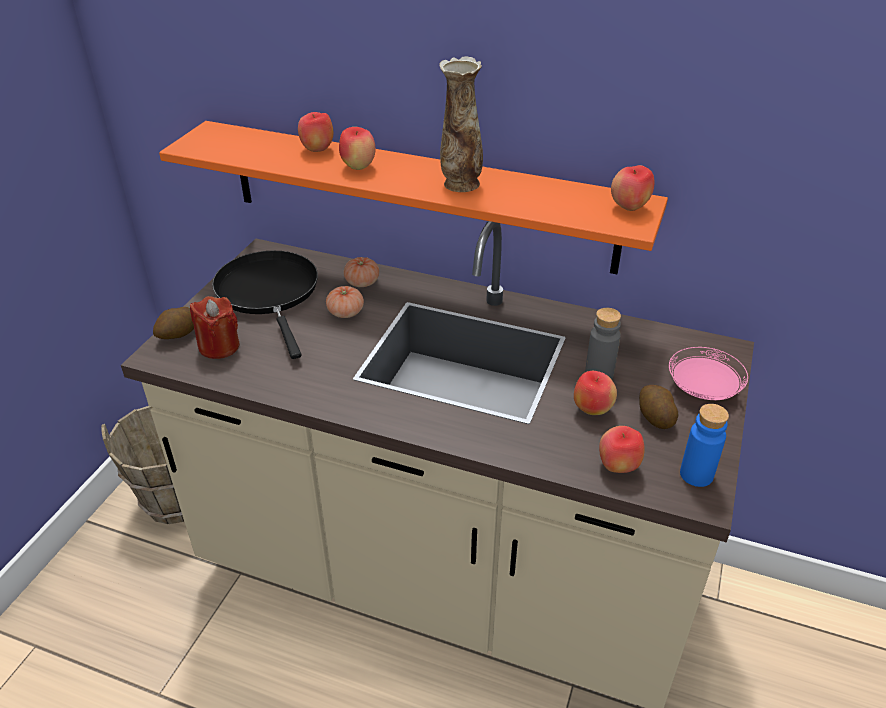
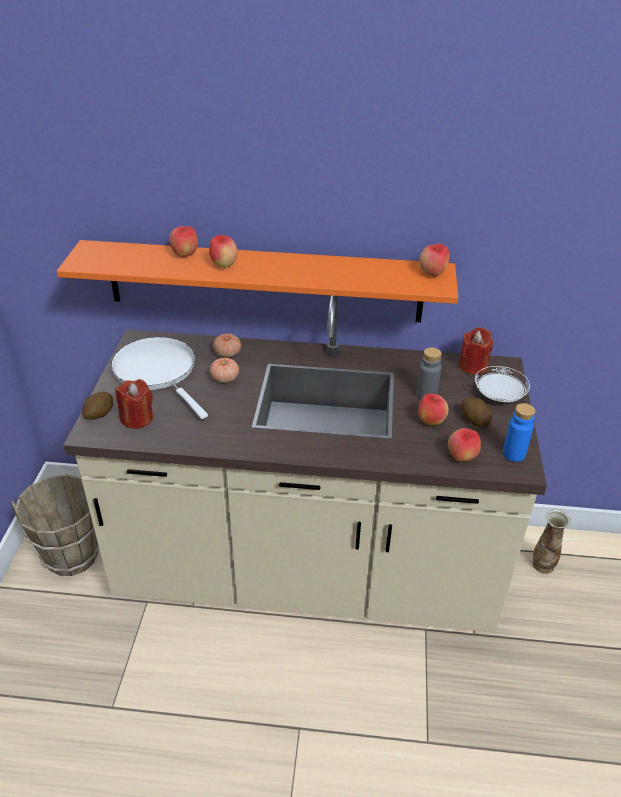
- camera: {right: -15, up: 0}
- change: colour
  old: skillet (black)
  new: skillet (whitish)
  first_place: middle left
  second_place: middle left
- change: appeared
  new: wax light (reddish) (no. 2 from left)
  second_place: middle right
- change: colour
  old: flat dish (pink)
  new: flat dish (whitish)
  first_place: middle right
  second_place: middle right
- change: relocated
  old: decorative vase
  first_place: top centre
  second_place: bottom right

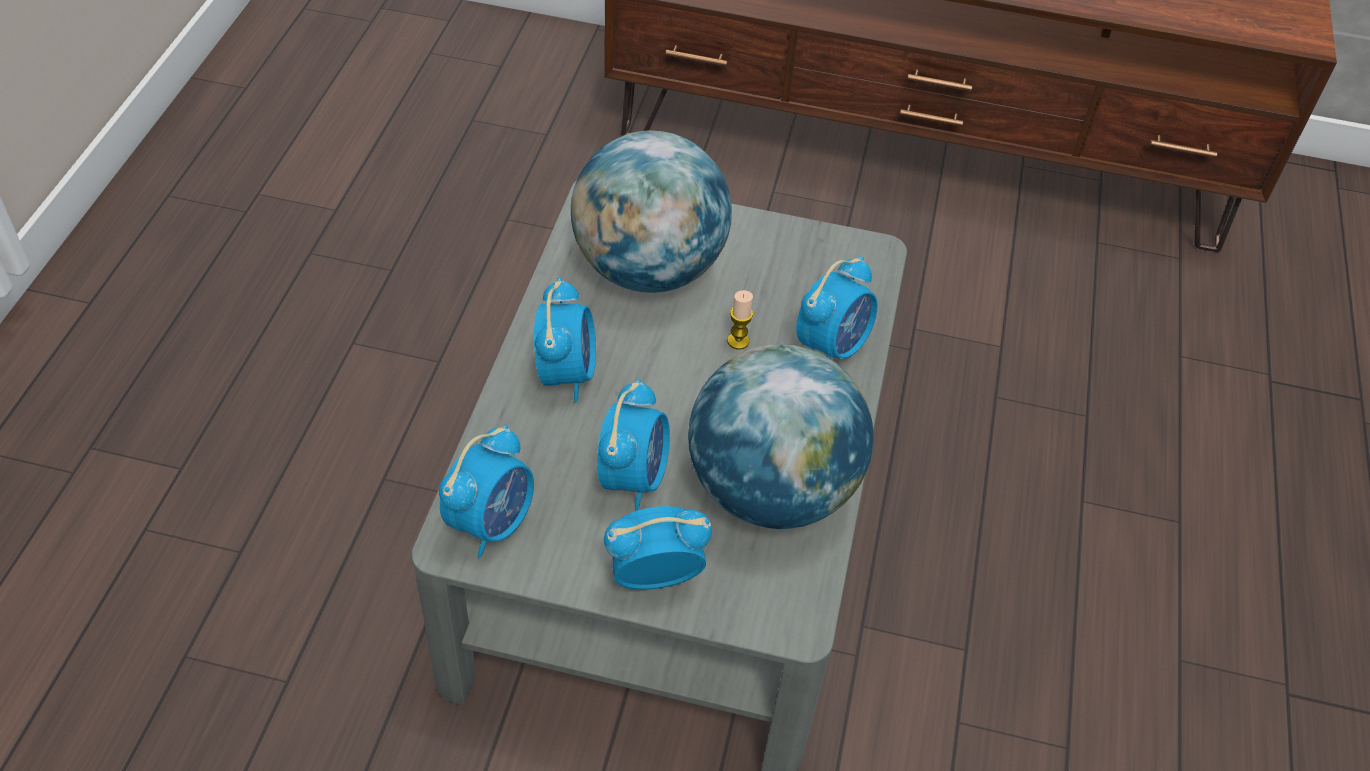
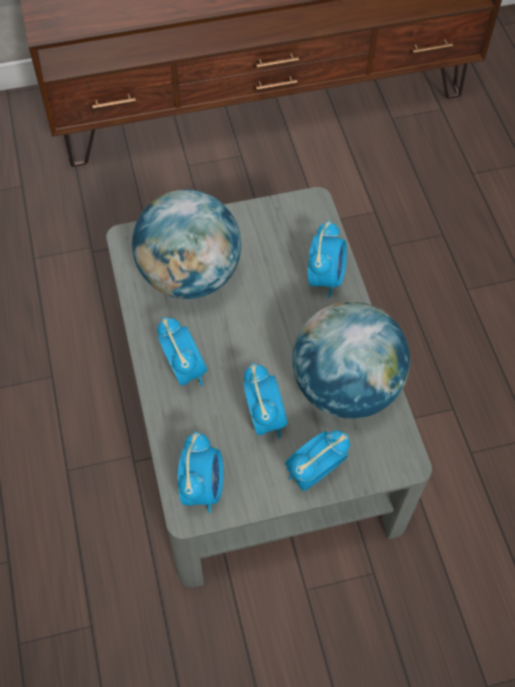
- camera: {right: -25, up: 10}
- change: missing
  old: wax light
  first_place: centre

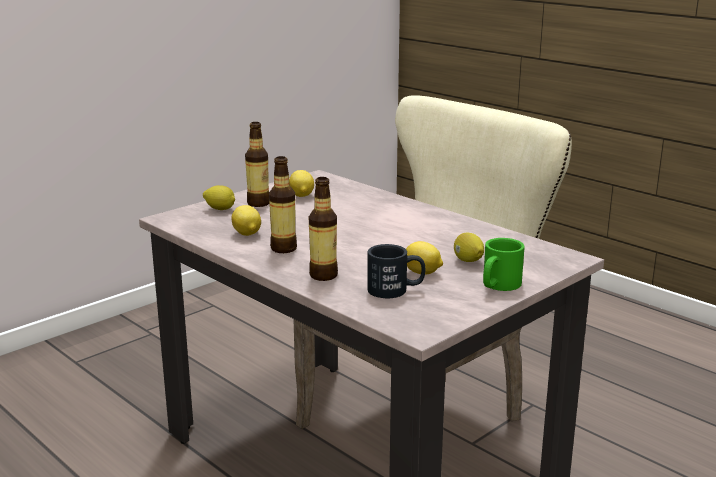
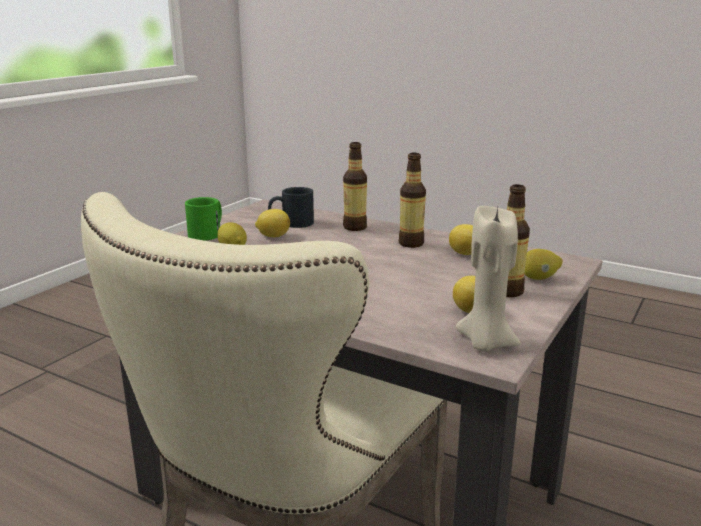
- camera: {right: 165, up: 0}
- change: appeared
  new: wax light (beige)
  second_place: middle right

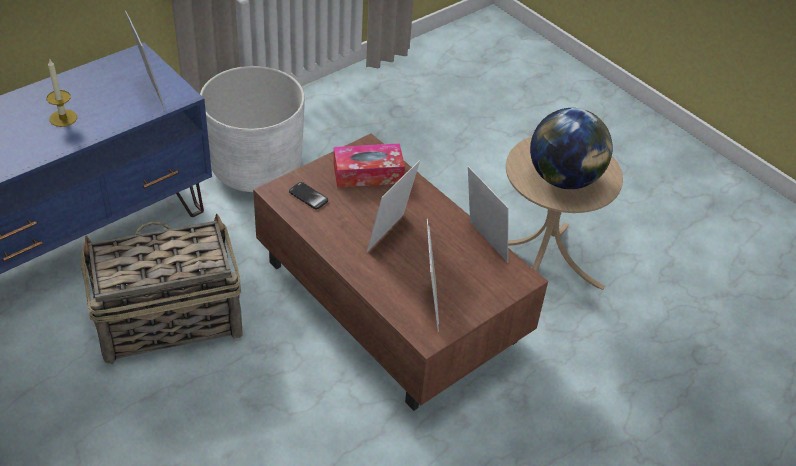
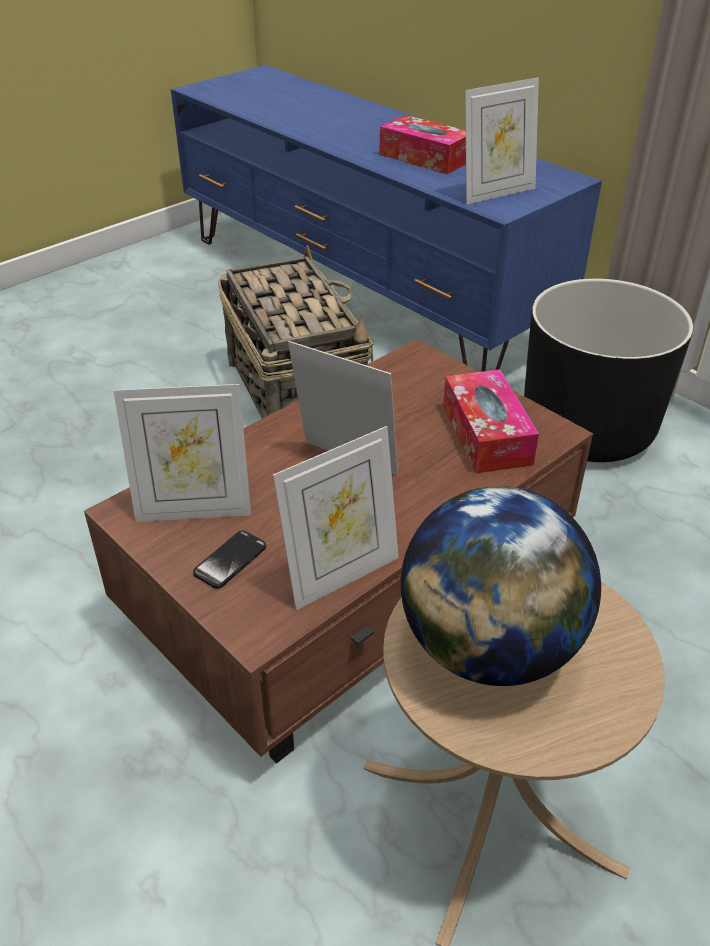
- camera: {right: 90, up: -5}
- change: relocated
  old: handset
  first_place: centre
  second_place: middle left
- change: exchanged
  old: wax light
  new: tissue box (no. 1 from left)
  first_place: top left
  second_place: top centre
- change: colour
  old: flower pot (whitish)
  new: flower pot (black)
  first_place: top left
  second_place: middle right

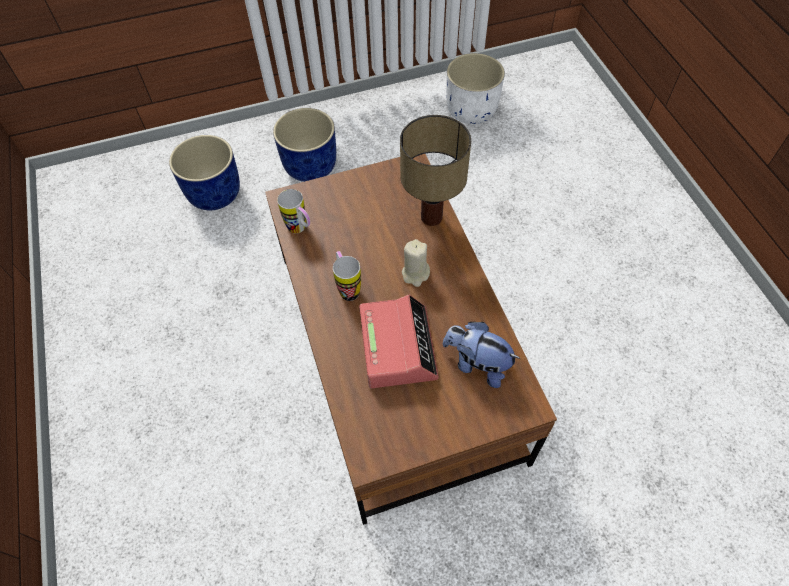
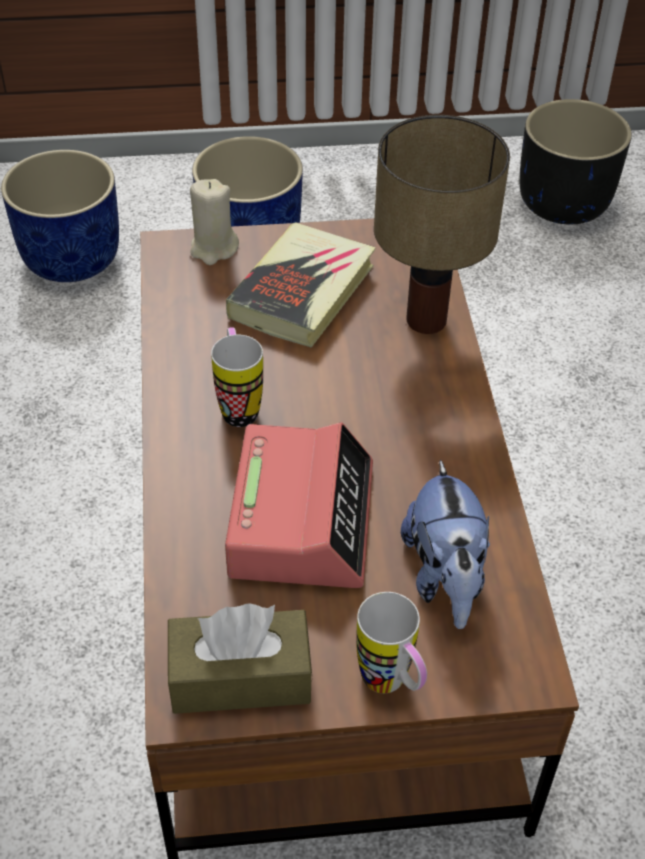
- camera: {right: 10, up: -10}
- change: appeared
  new: tissue box (brownish)
  second_place: bottom centre
- change: relocated
  old: wax light (beige)
  first_place: centre
  second_place: top left
- change: appeared
  new: book
  second_place: top centre
- change: relocated
  old: tea mug (no. 1 from left in the first image)
  new: tea mug (no. 2 from left)
  first_place: centre
  second_place: bottom centre
- change: spun
  old: cuddly toy
  first_place: centre
  second_place: middle right
  degrees: -135
- change: colour
  old: flower pot (whitish)
  new: flower pot (black)
  first_place: top centre
  second_place: top right

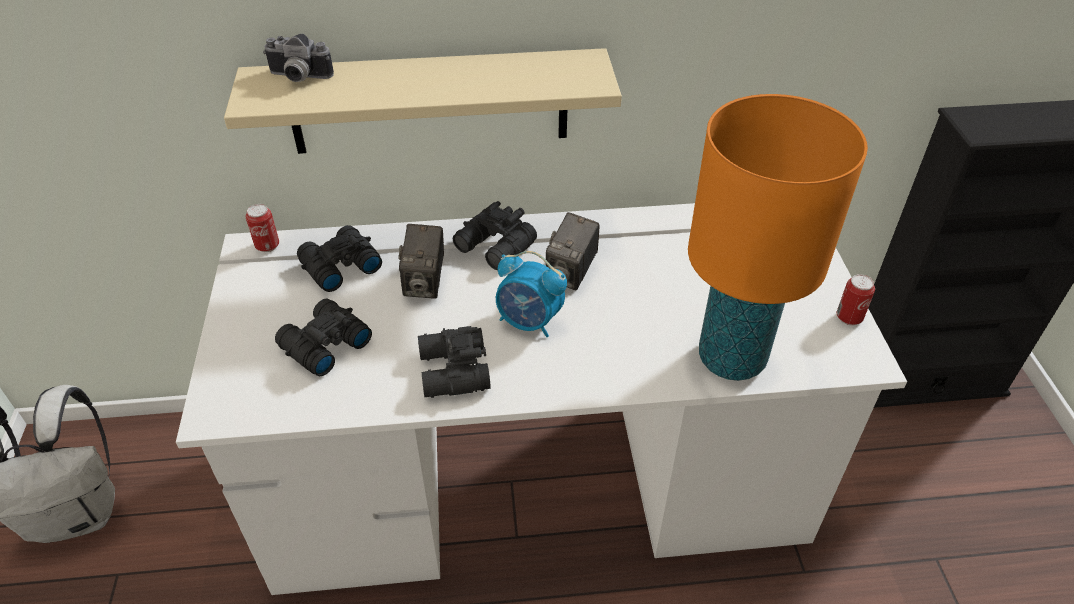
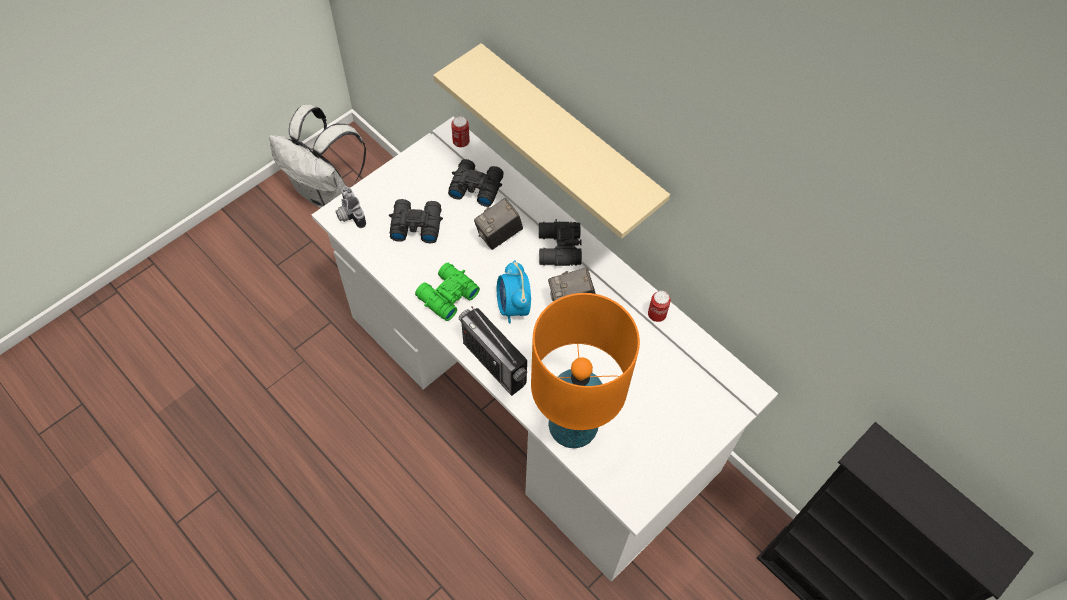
- camera: {right: 50, up: 15}
- change: relocated
  old: photo camera (no. 1 from left)
  first_place: top left
  second_place: middle left
- change: colour
  old: pair of binoculars (black) (no. 3 from left)
  new: pair of binoculars (greenish)
  first_place: centre
  second_place: centre
- change: appeared
  new: radio
  second_place: centre
- change: relocated
  old: sealed can (no. 2 from left)
  first_place: middle right
  second_place: centre

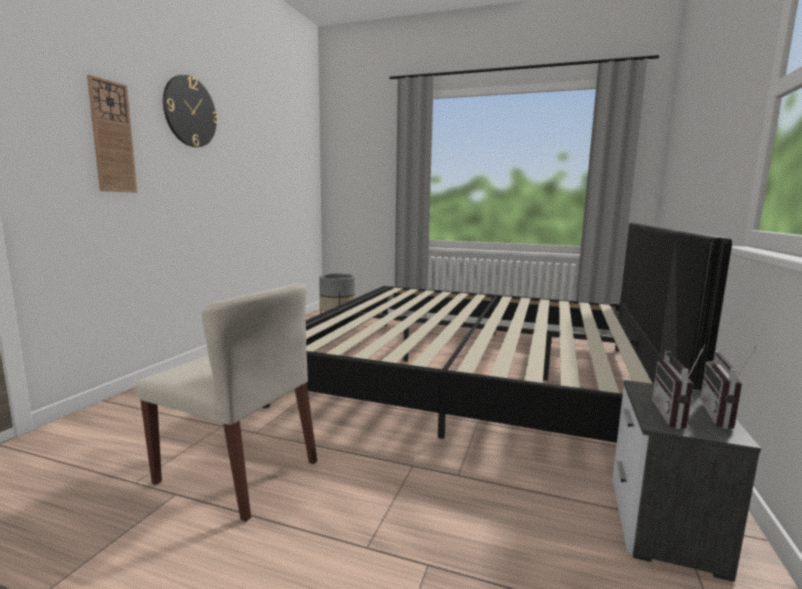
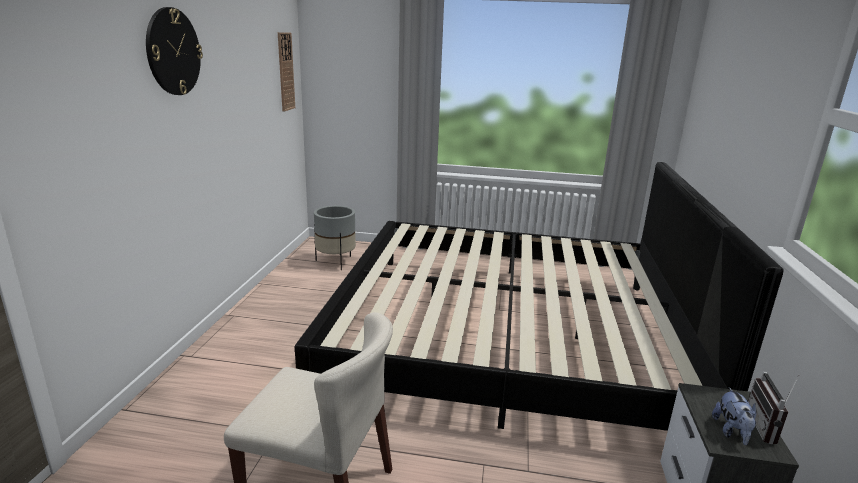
- camera: {right: -10, up: 10}
- change: relocated
  old: wall clock (no. 1 from left in the first image)
  new: wall clock (no. 2 from left)
  first_place: top left
  second_place: top centre
- change: exchanged
  old: radio (no. 1 from left)
  new: cuddly toy
  first_place: middle right
  second_place: bottom right

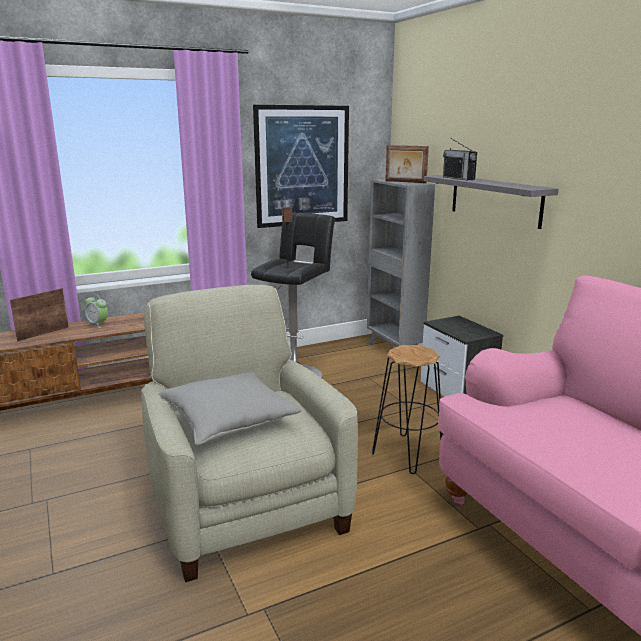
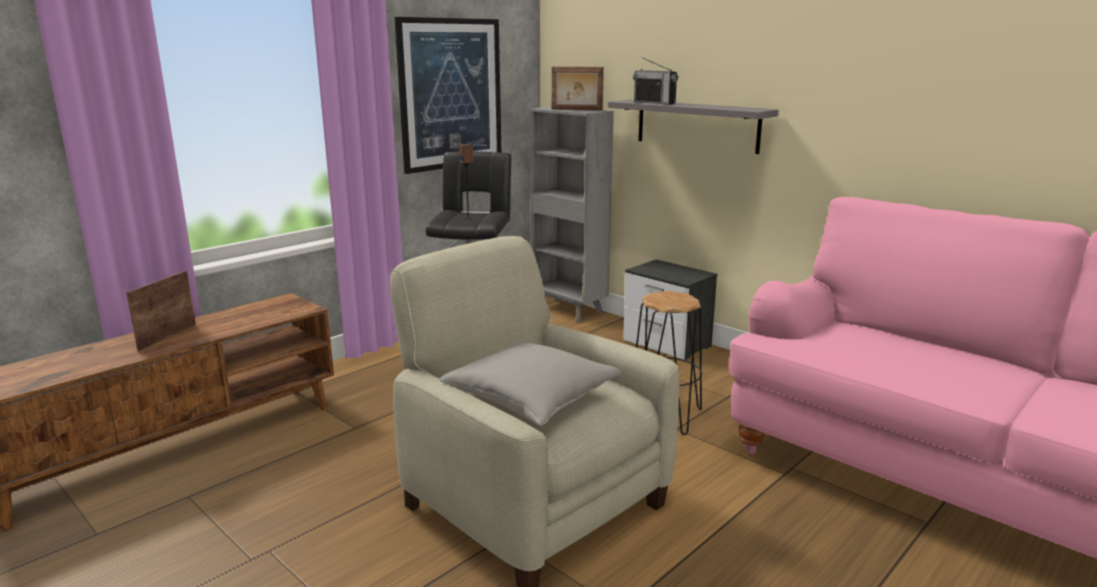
- camera: {right: -20, up: 0}
- change: missing
  old: table clock
  first_place: middle left

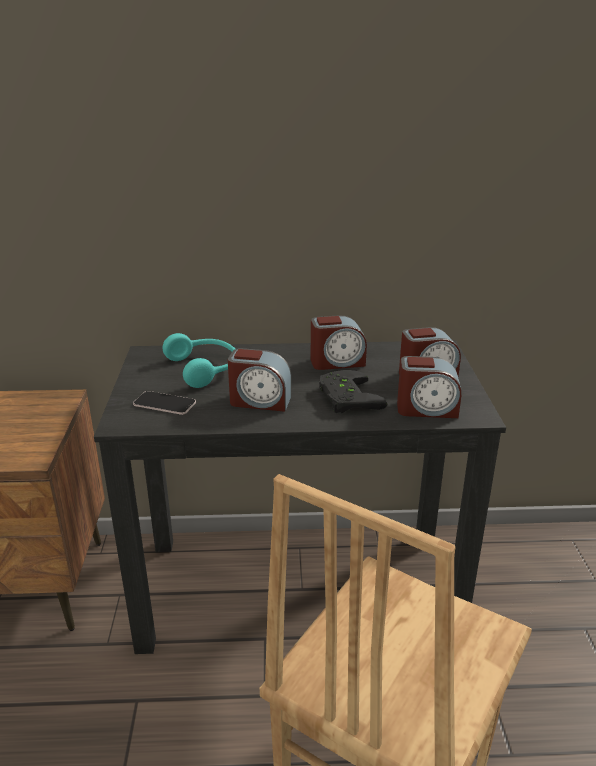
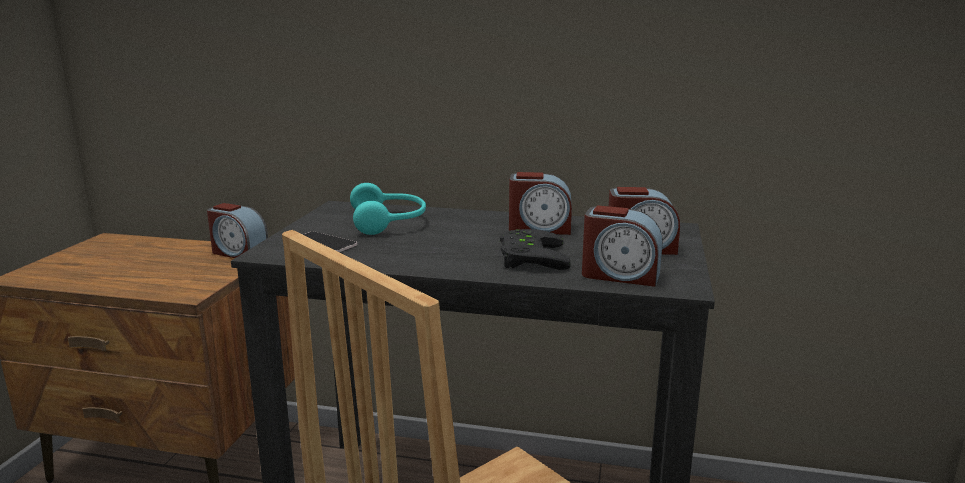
- camera: {right: 15, up: -10}
- change: relocated
  old: table clock (no. 1 from left)
  first_place: centre
  second_place: middle left

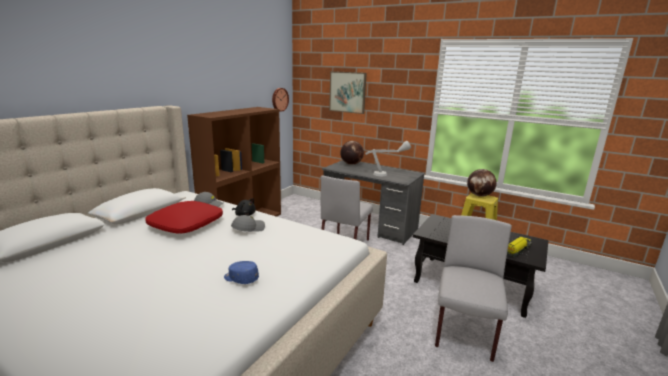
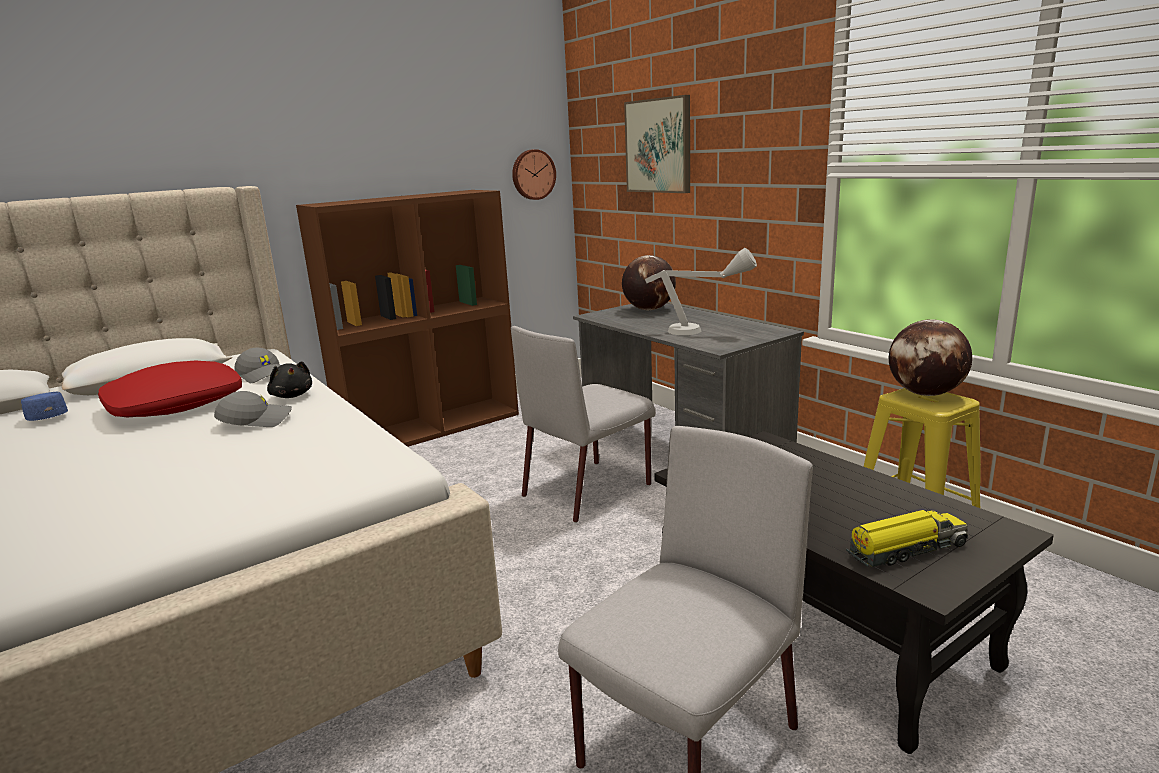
- camera: {right: 25, up: 0}
- change: relocated
  old: cap (bluish)
  first_place: bottom centre
  second_place: middle left

